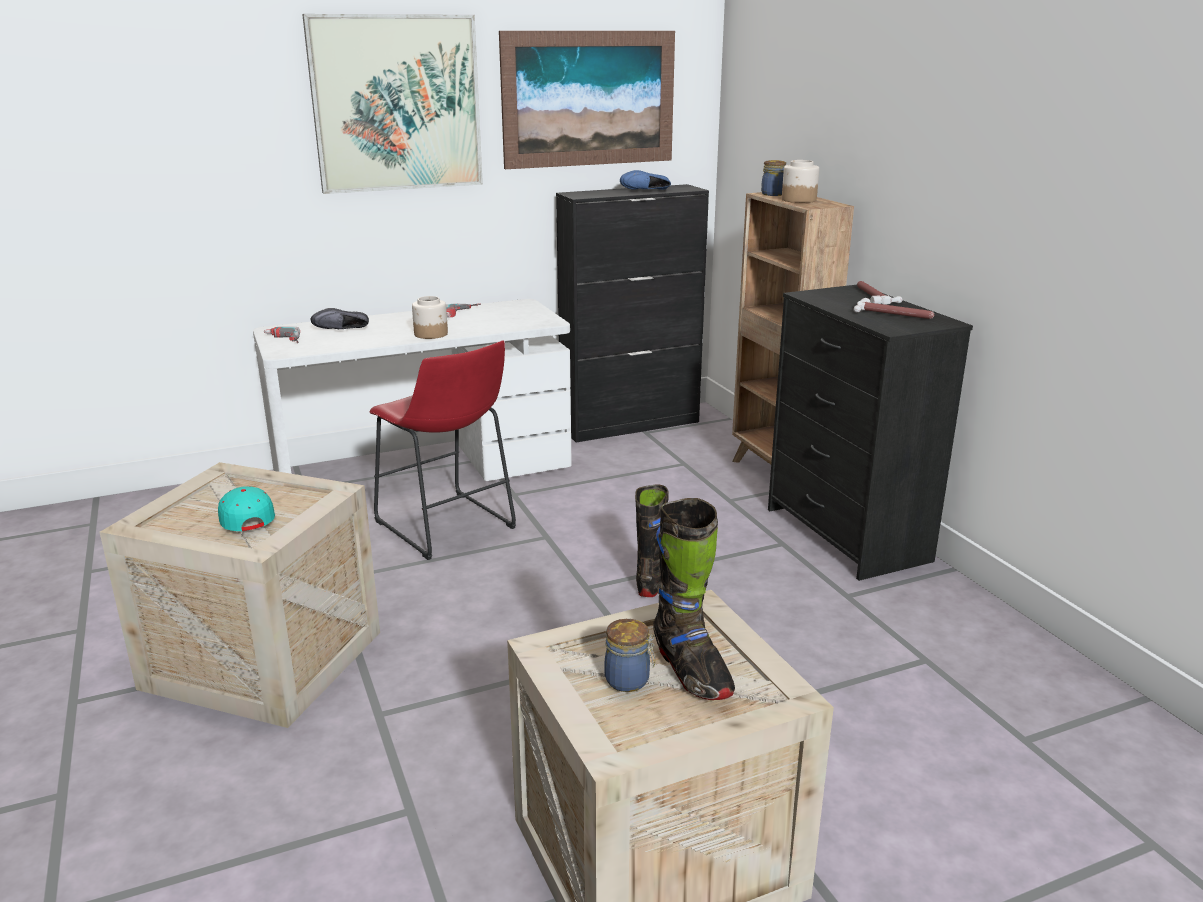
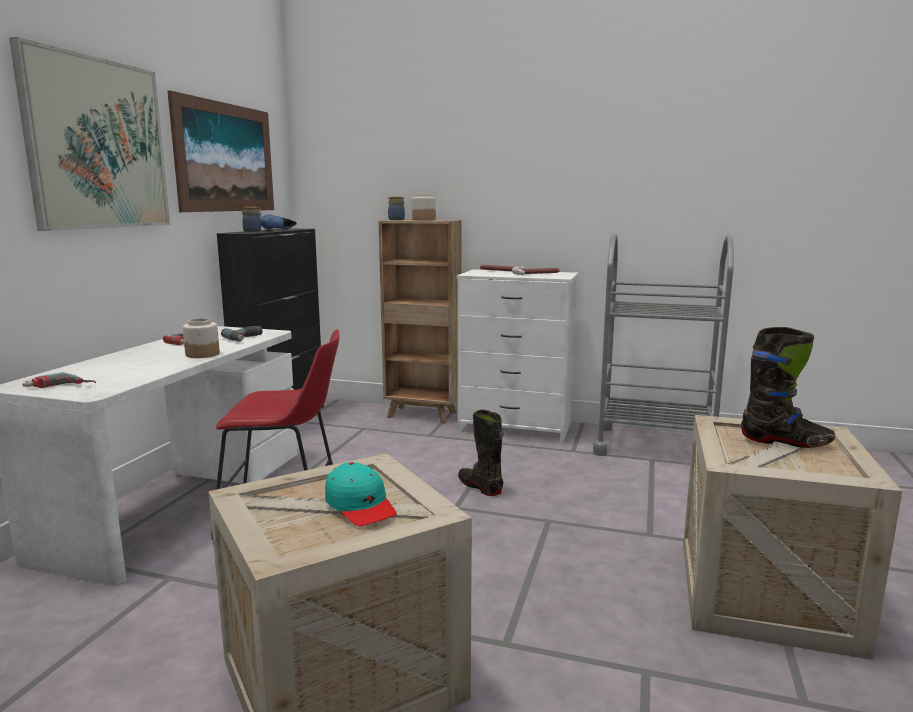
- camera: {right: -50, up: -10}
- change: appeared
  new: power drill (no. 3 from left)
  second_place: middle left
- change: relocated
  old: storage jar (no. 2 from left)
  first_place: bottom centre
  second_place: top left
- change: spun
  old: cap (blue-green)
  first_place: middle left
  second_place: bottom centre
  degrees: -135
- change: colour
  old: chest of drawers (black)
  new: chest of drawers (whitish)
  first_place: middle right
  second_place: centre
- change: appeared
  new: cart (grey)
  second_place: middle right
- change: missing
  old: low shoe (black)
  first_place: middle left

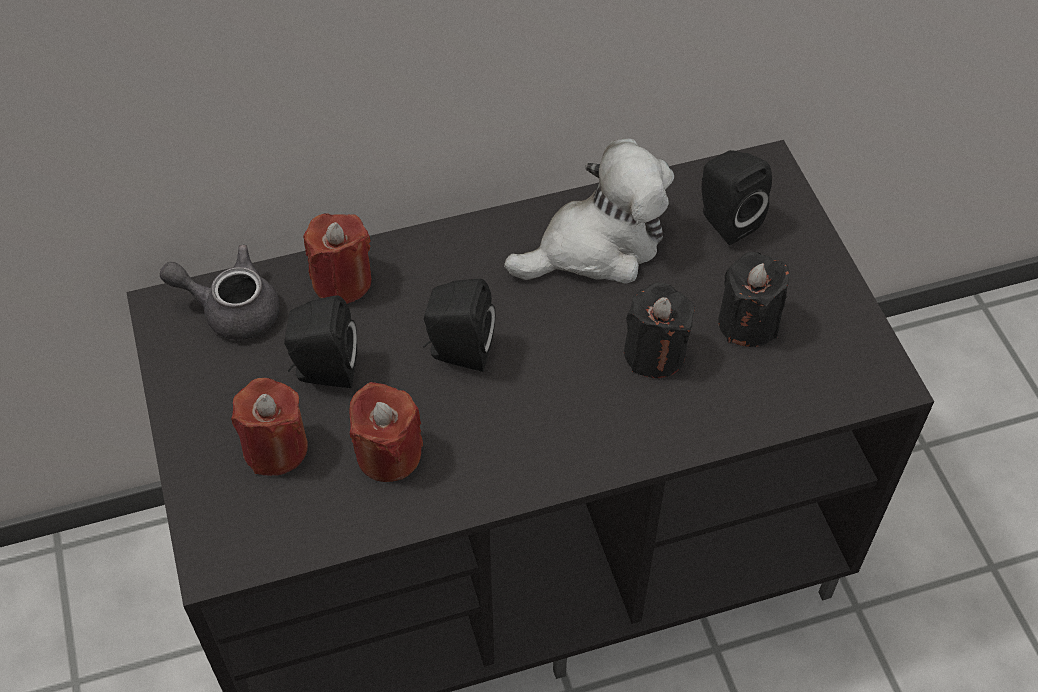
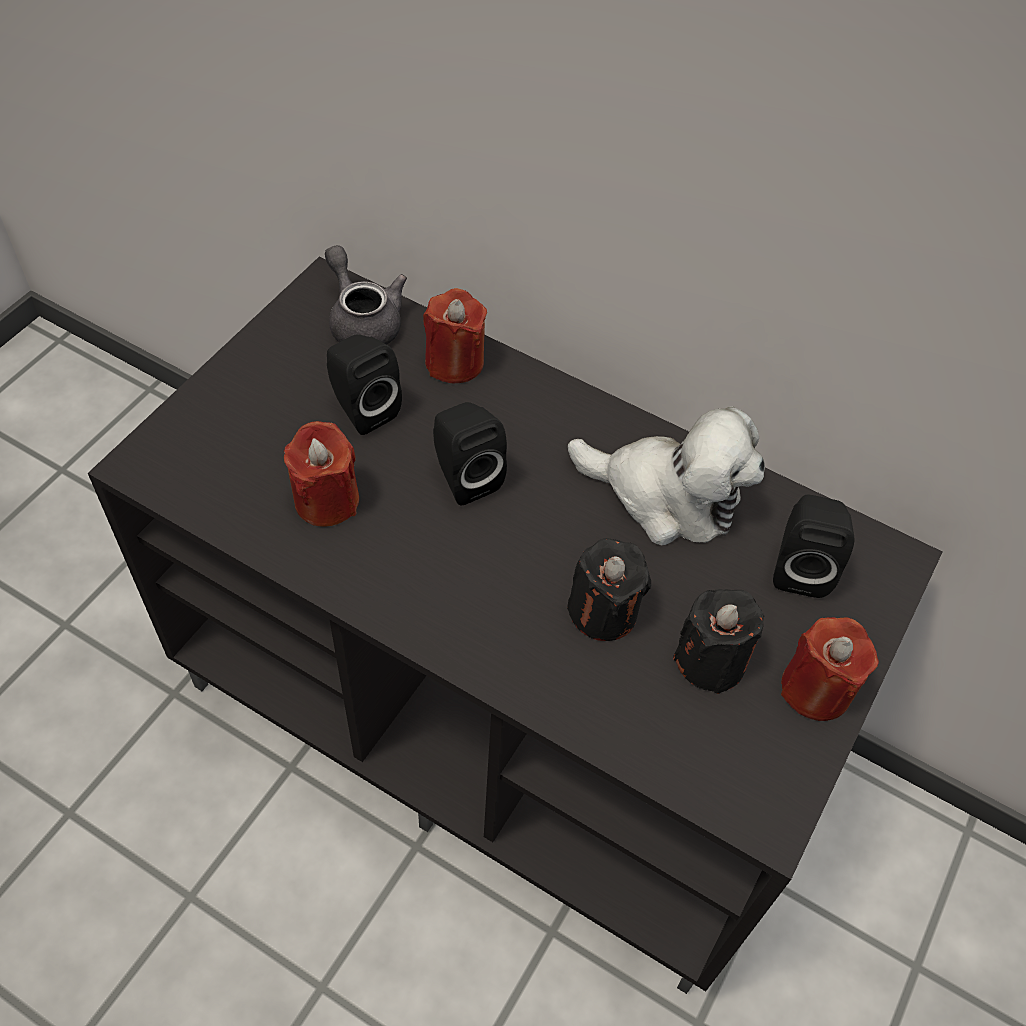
- camera: {right: 45, up: 0}
- change: relocated
  old: wax light (reddish) (no. 1 from left in the first image)
  new: wax light (reddish) (no. 3 from left)
  first_place: middle left
  second_place: middle right

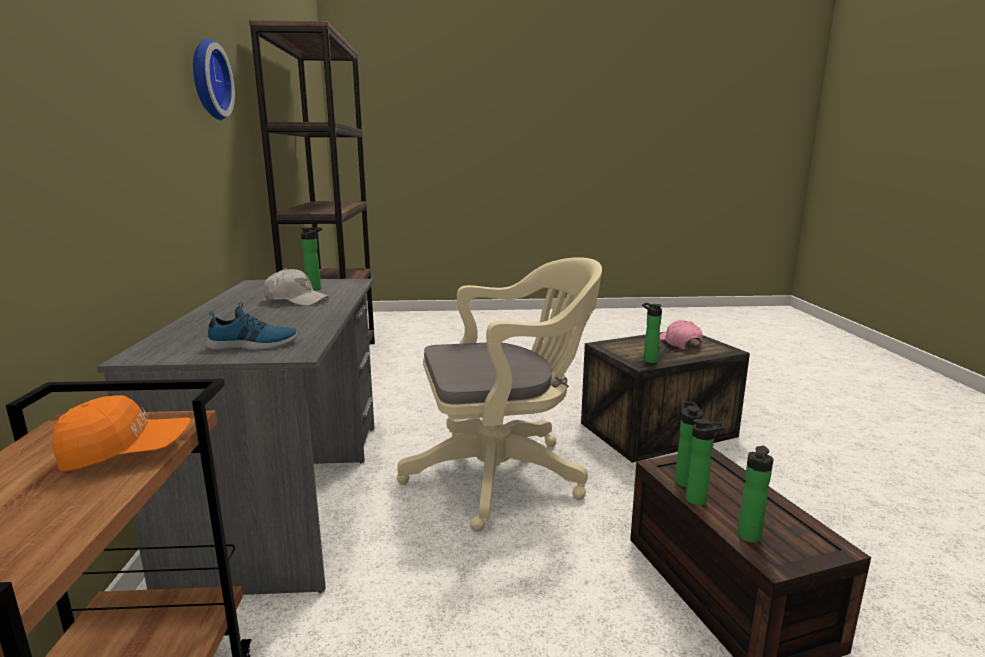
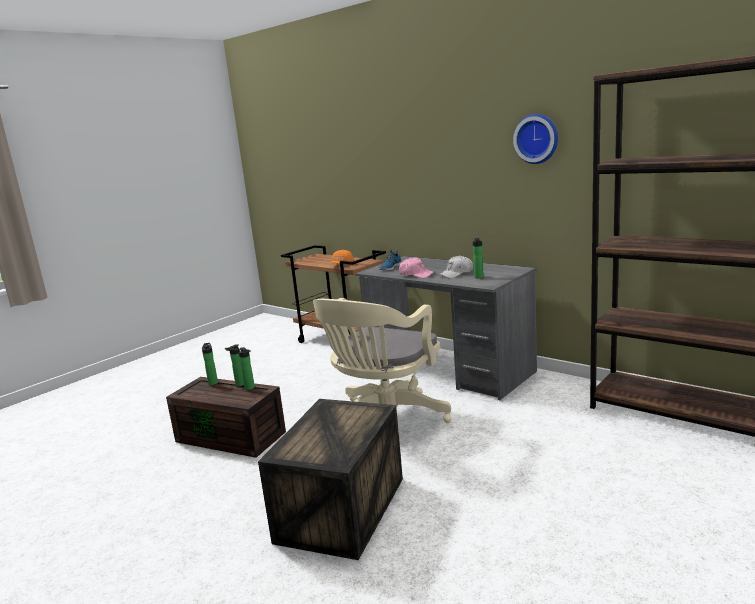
- camera: {right: 135, up: 0}
- change: relocated
  old: cap (pink)
  first_place: middle right
  second_place: centre
- change: missing
  old: beverage bottle (no. 2 from left)
  first_place: centre

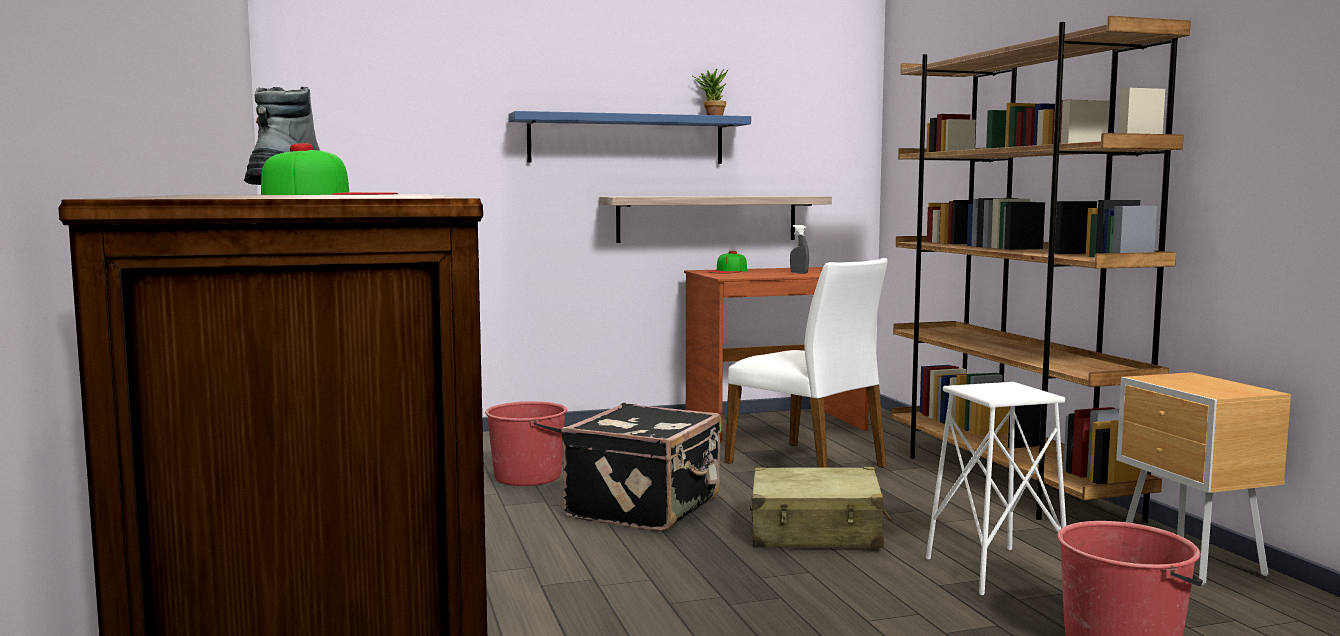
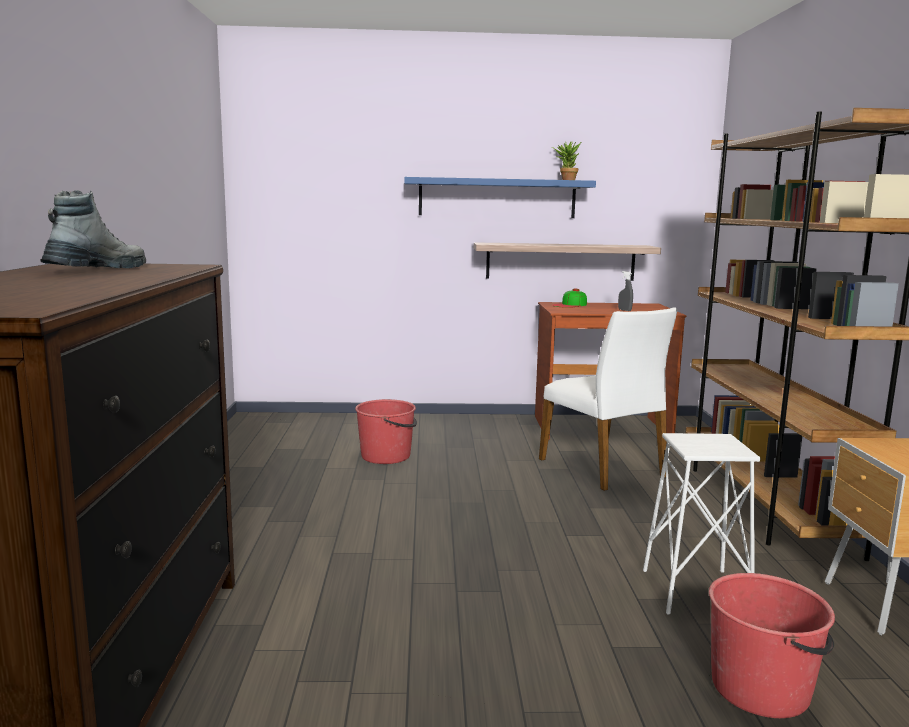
- camera: {right: 15, up: 5}
- change: missing
  old: cap (no. 1 from left)
  first_place: top left
- change: missing
  old: suitcase (black)
  first_place: bottom centre
- change: missing
  old: suitcase (beige)
  first_place: bottom centre

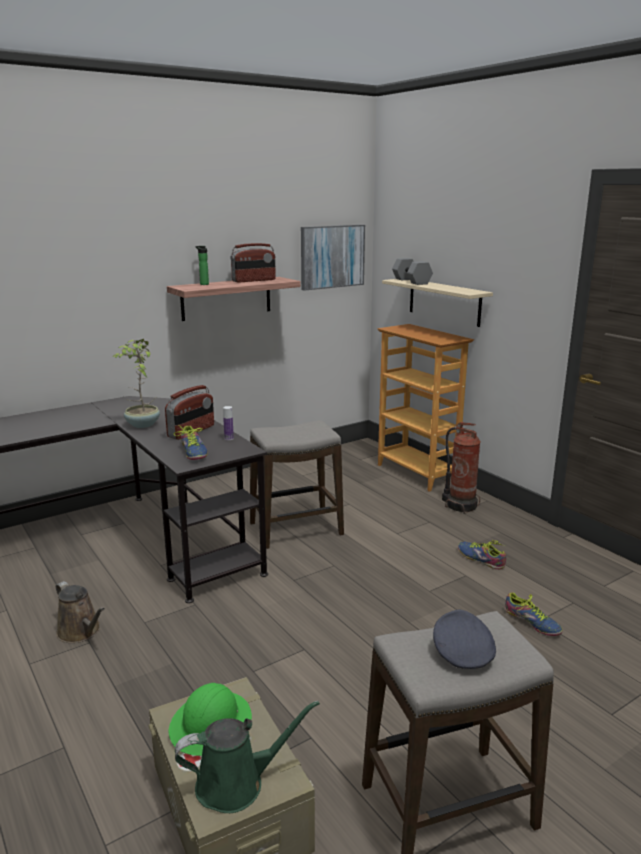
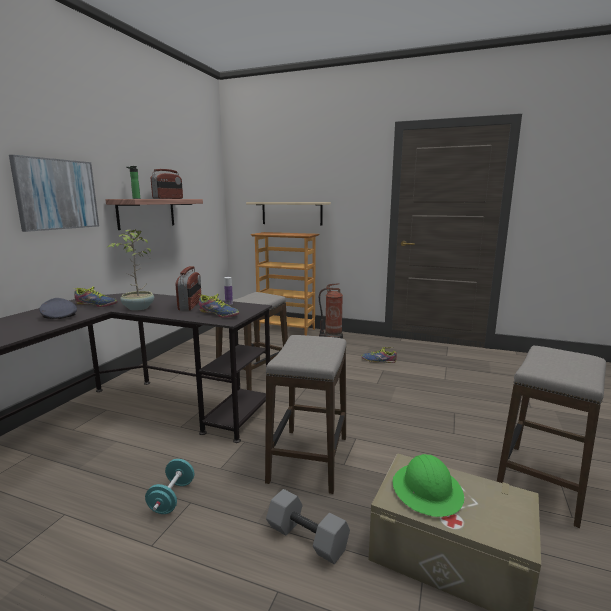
- camera: {right: -35, up: -5}
- change: relocated
  old: wall picture
  first_place: top centre
  second_place: top left
- change: relocated
  old: cap (grey)
  first_place: bottom right
  second_place: middle left
- change: relocated
  old: low shoe (no. 3 from left in the first image)
  new: low shoe (no. 1 from left)
  first_place: bottom right
  second_place: middle left
- change: exchanged
  old: sprinkling can (brownish)
  new: hand weight (blue-green)
  first_place: bottom left
  second_place: bottom left
- change: appeared
  new: stool (no. 2 from left)
  second_place: bottom centre
- change: relocated
  old: hand weight (grey)
  first_place: top centre
  second_place: bottom centre
- change: missing
  old: sprinkling can (greenish)
  first_place: bottom centre

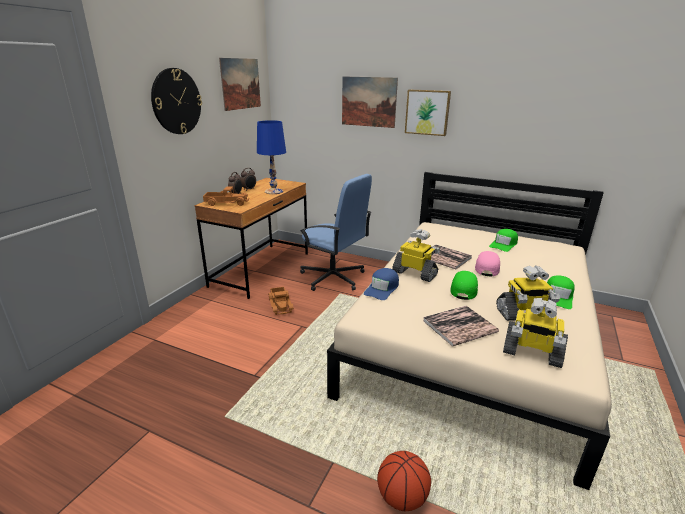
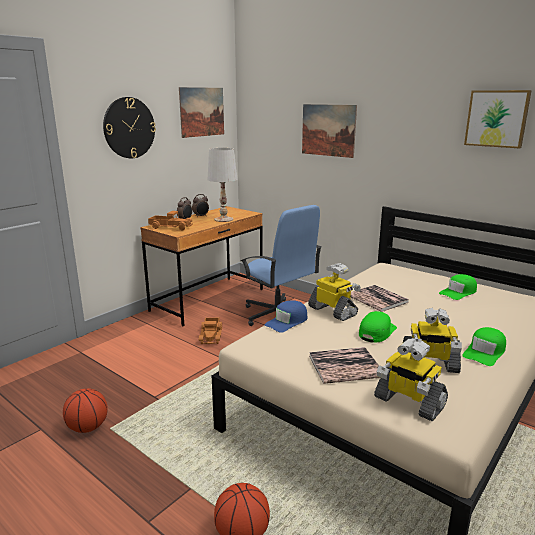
- camera: {right: 15, up: -5}
- change: appeared
  new: ball for basketball (no. 1 from left)
  second_place: bottom left
- change: colour
  old: table lamp (bluish)
  new: table lamp (whitish)
  first_place: top centre
  second_place: centre
- change: relocated
  old: wall picture (no. 3 from left)
  first_place: top centre
  second_place: top right
- change: missing
  old: cap (pink)
  first_place: middle right

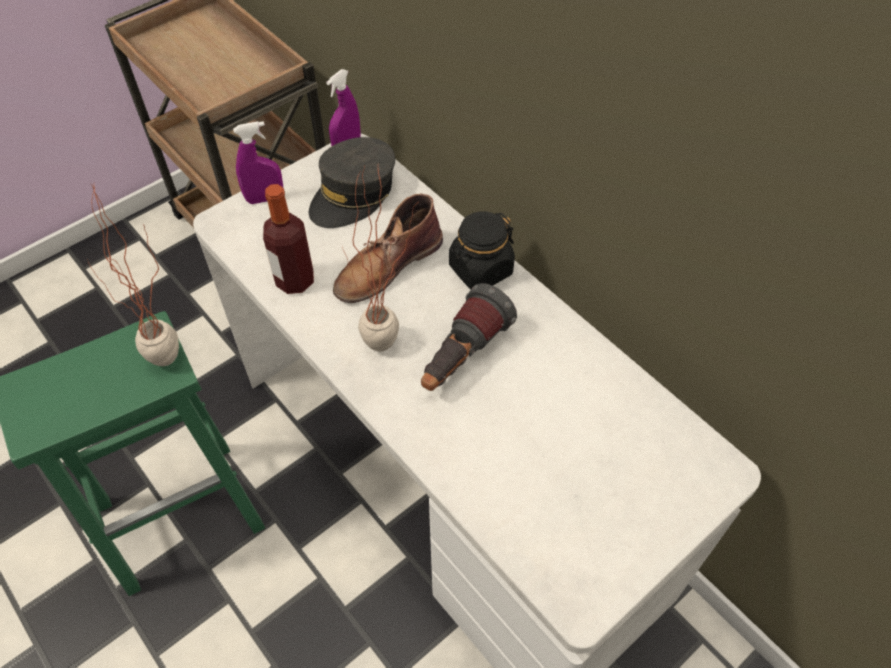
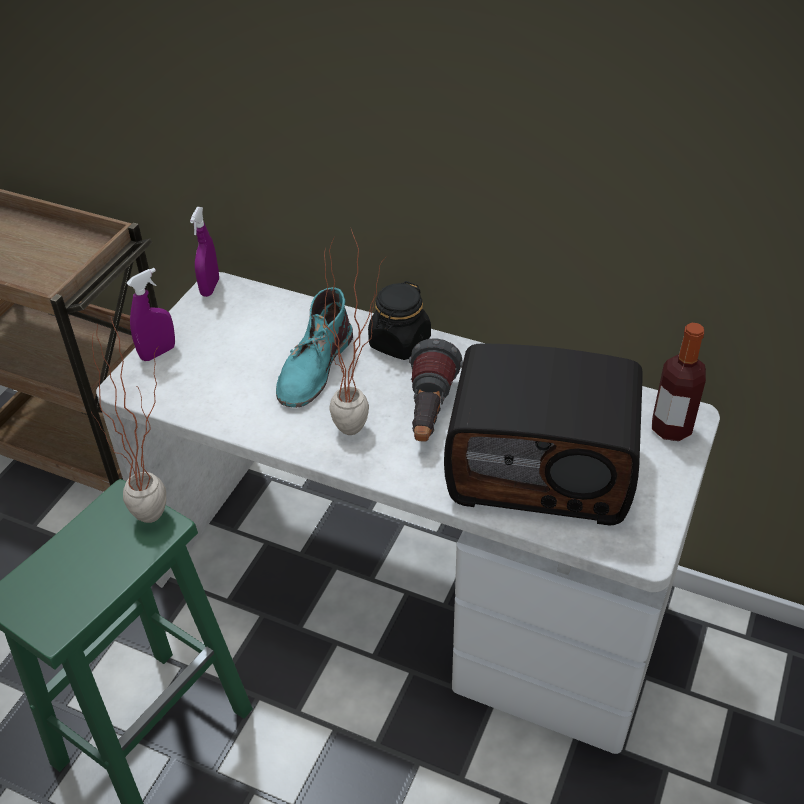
- camera: {right: -25, up: -10}
- change: colour
  old: boot (brownish)
  new: boot (blue-green)
  first_place: centre
  second_place: centre
- change: appeared
  new: radio
  second_place: middle right
- change: relocated
  old: beverage bottle
  first_place: middle left
  second_place: middle right
- change: missing
  old: cap (grey)
  first_place: top centre

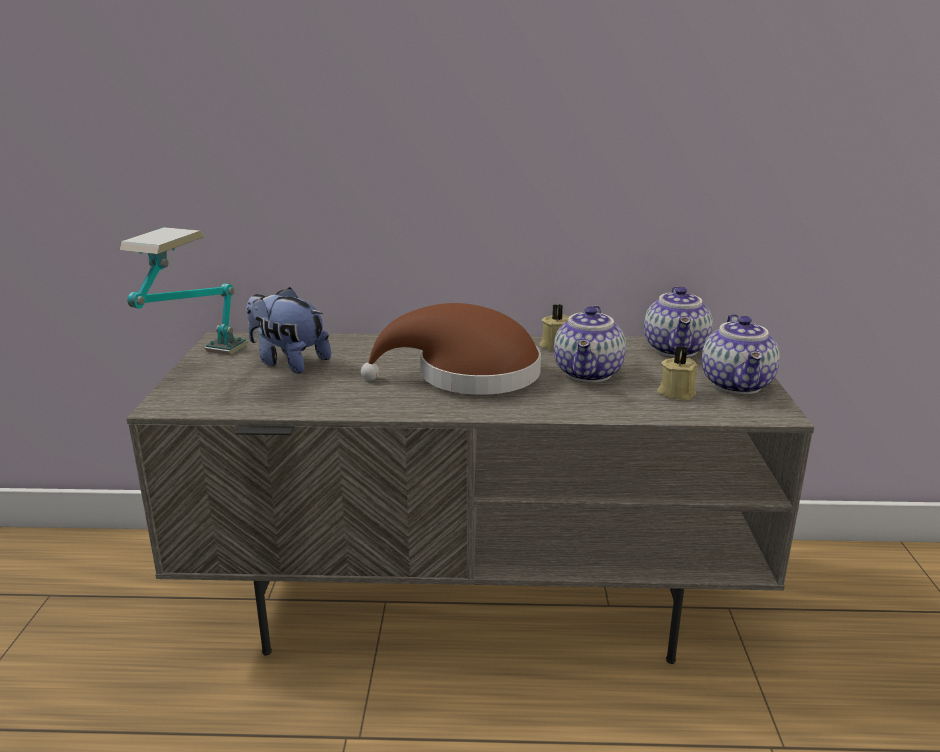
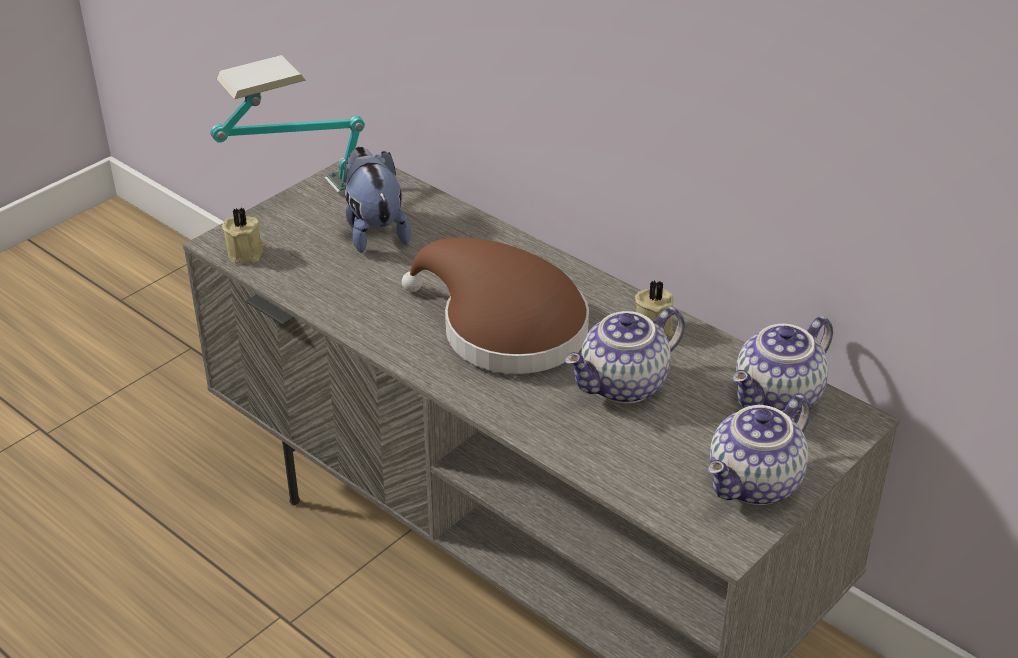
- camera: {right: 40, up: 15}
- change: relocated
  old: wax light (beige) (no. 2 from left in the first image)
  new: wax light (beige) (no. 1 from left)
  first_place: middle right
  second_place: middle left

